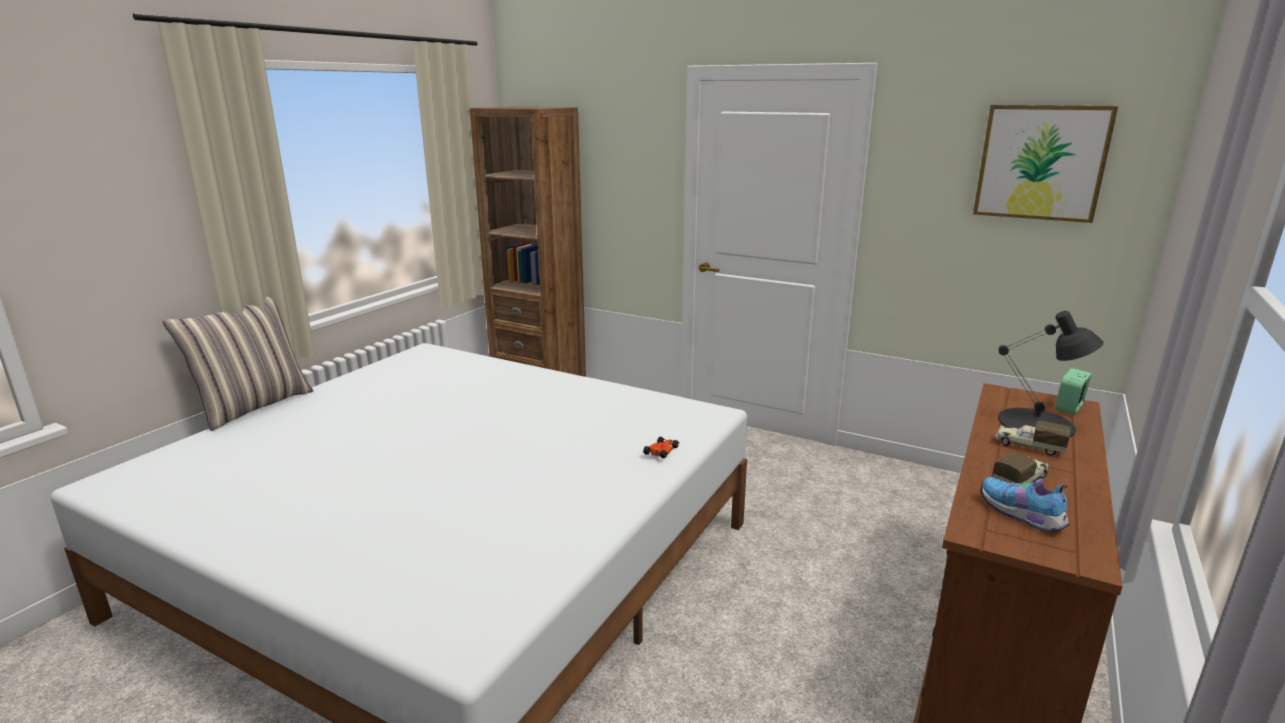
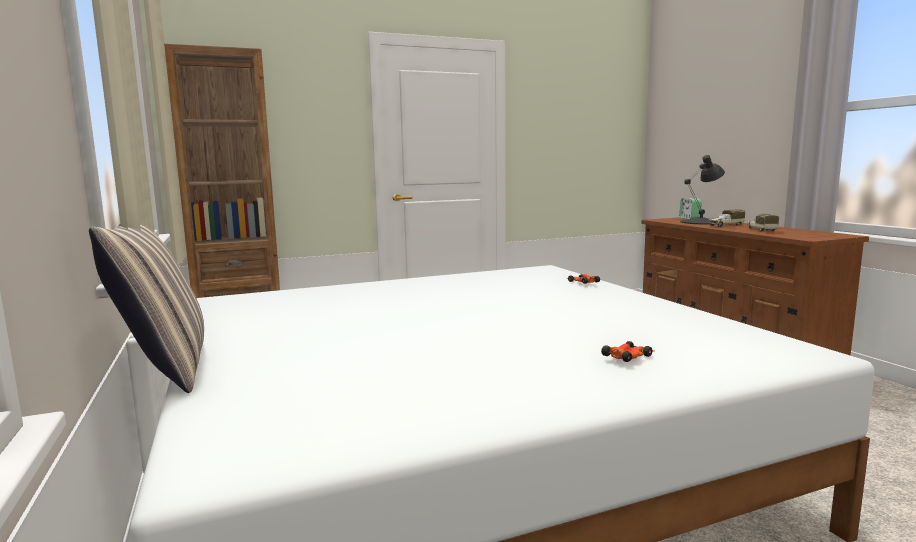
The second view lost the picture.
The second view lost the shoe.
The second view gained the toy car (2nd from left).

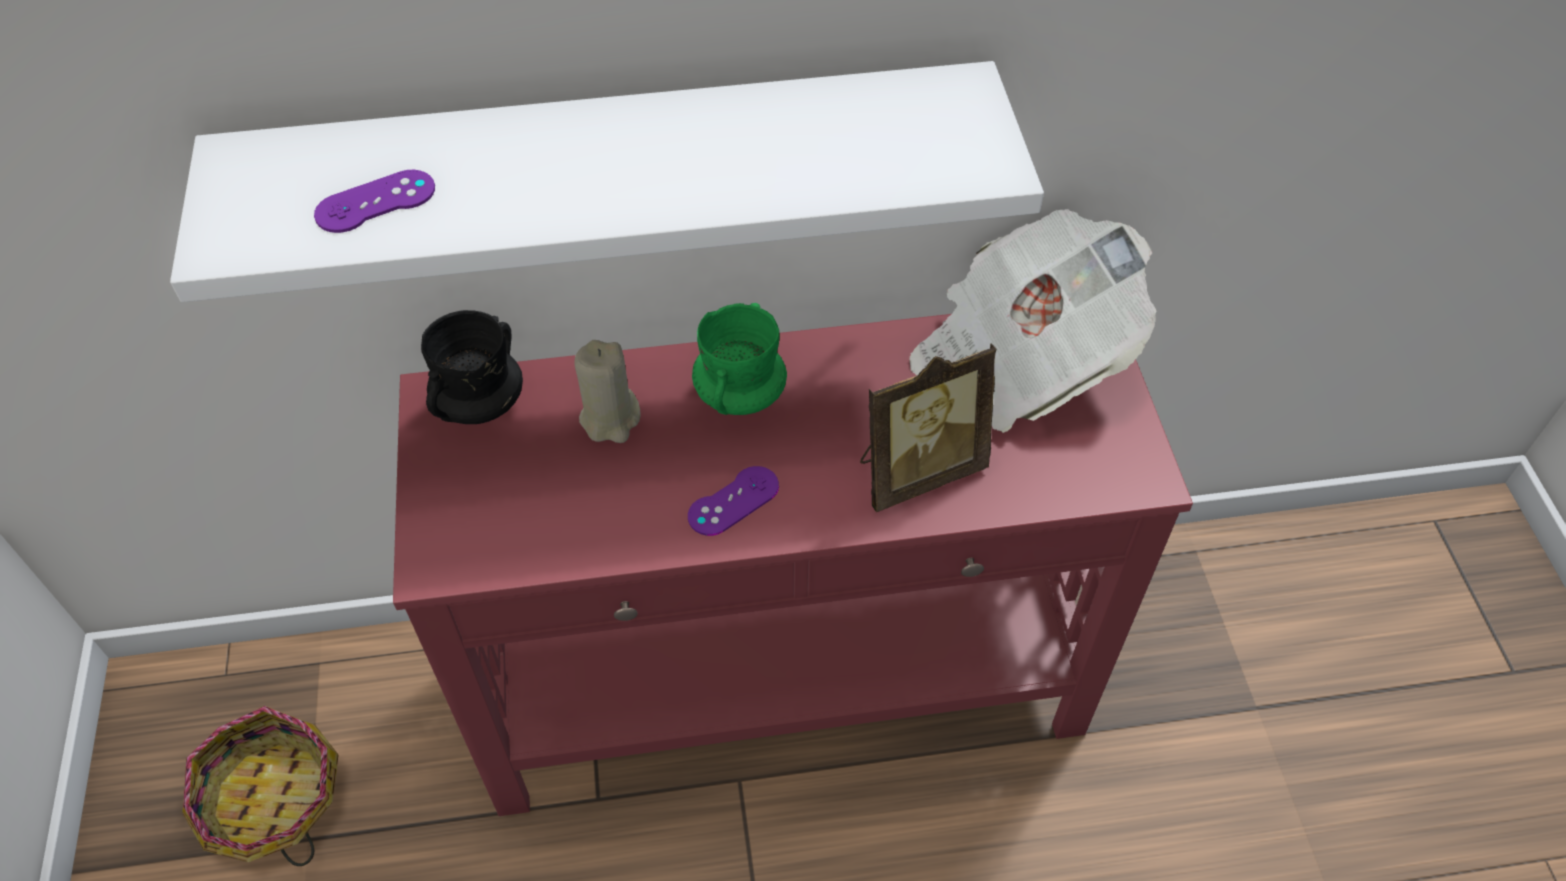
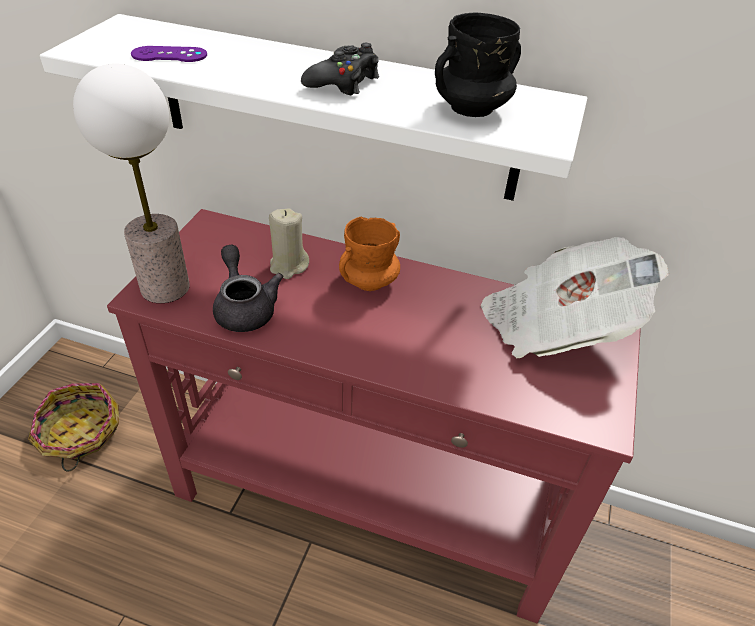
The black mug ended up elsewhere.
The second view lost the purple game controller (2nd from left).
What was the green mug turned into the orange mug.
The second view lost the picture frame.
The second view gained the table lamp.
The second view gained the grey teapot.
The second view gained the black game controller.

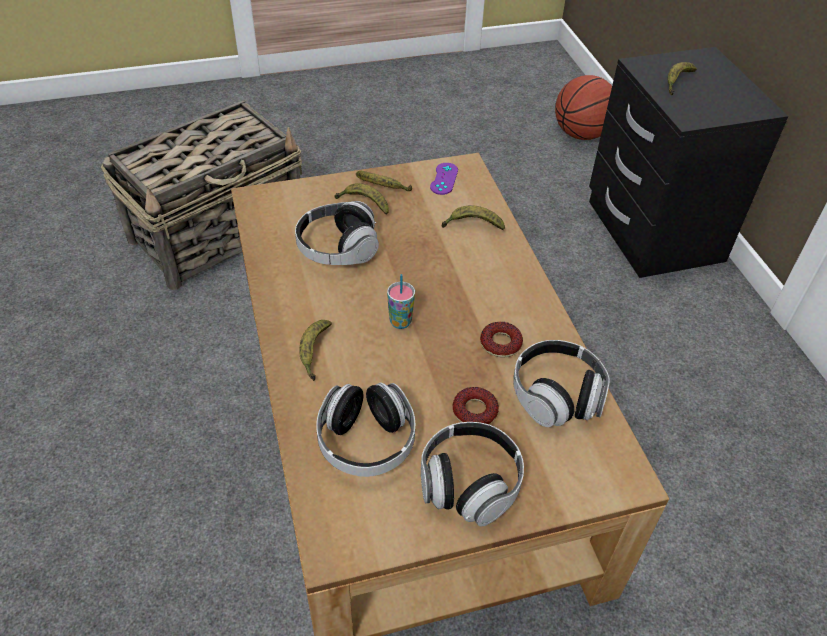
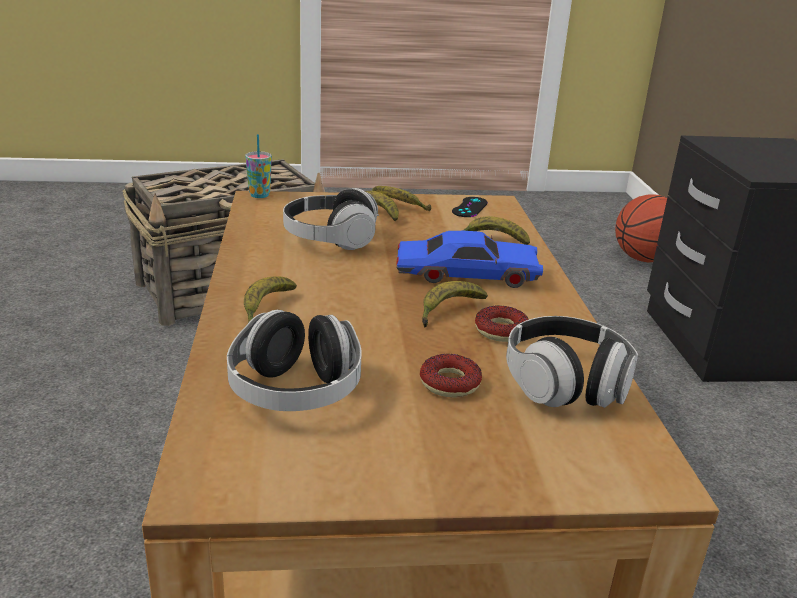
The cup ended up elsewhere.
The second view lost the headphones (3rd from left).
What was the purple game controller turned into the black game controller.
The banana (5th from left in the first image) ended up elsewhere.
The second view gained the blue toy car.

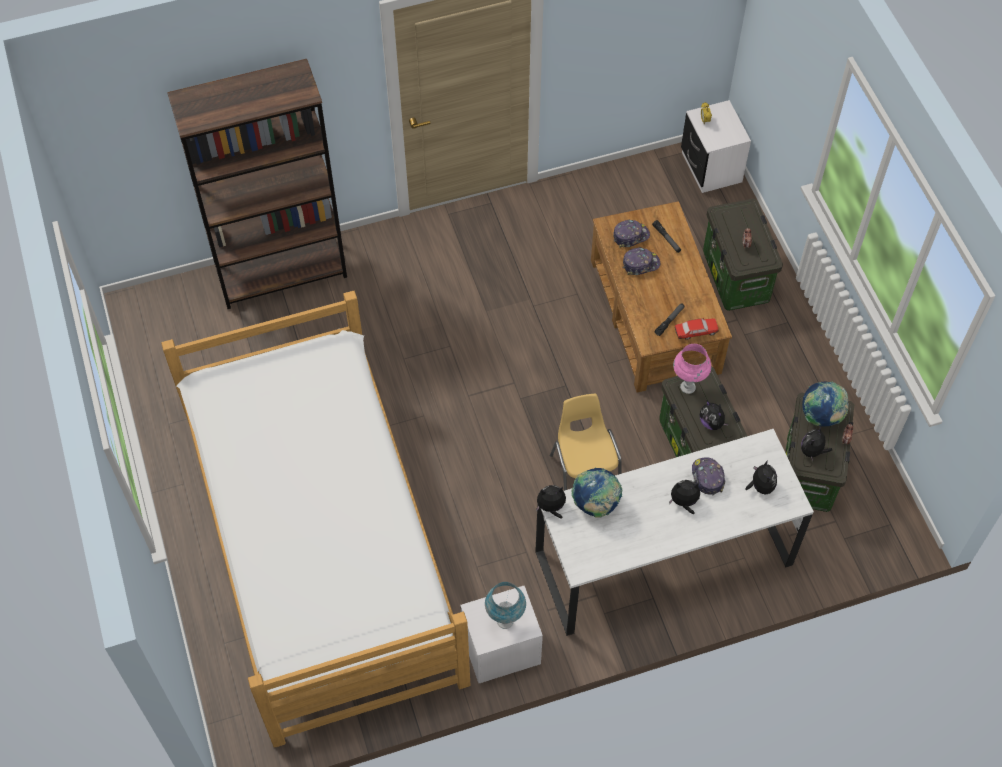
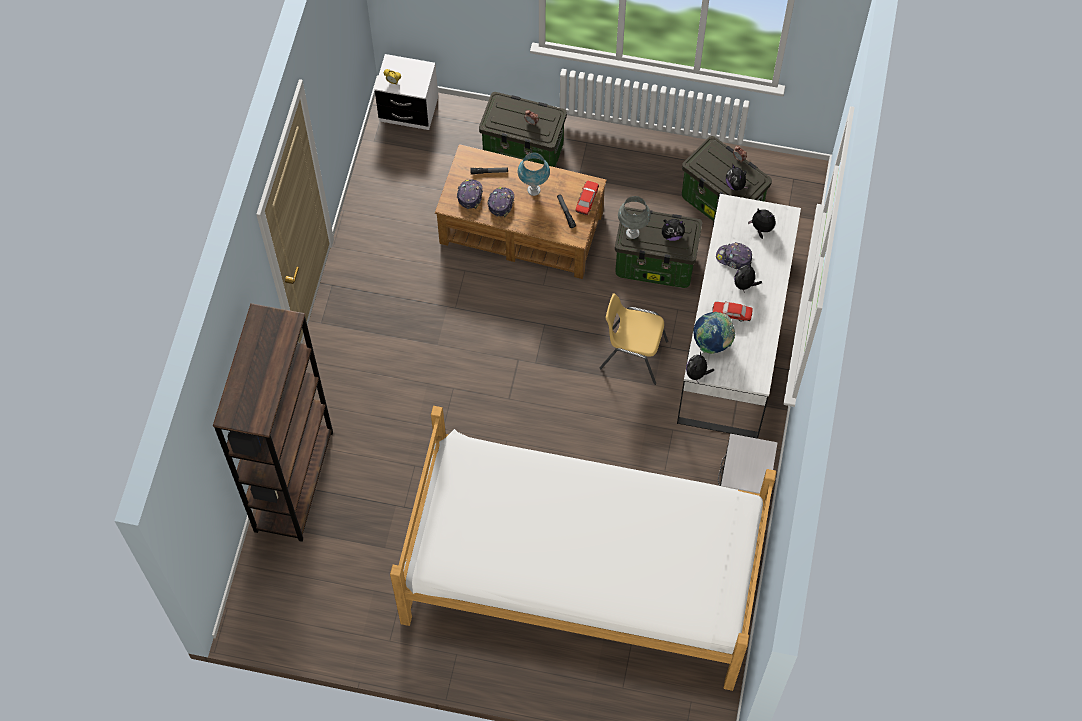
The blue table lamp ended up elsewhere.
What was the pink table lamp turned into the grey table lamp.
The second view lost the globe (2nd from left).
The second view gained the toy car (2nd from left).

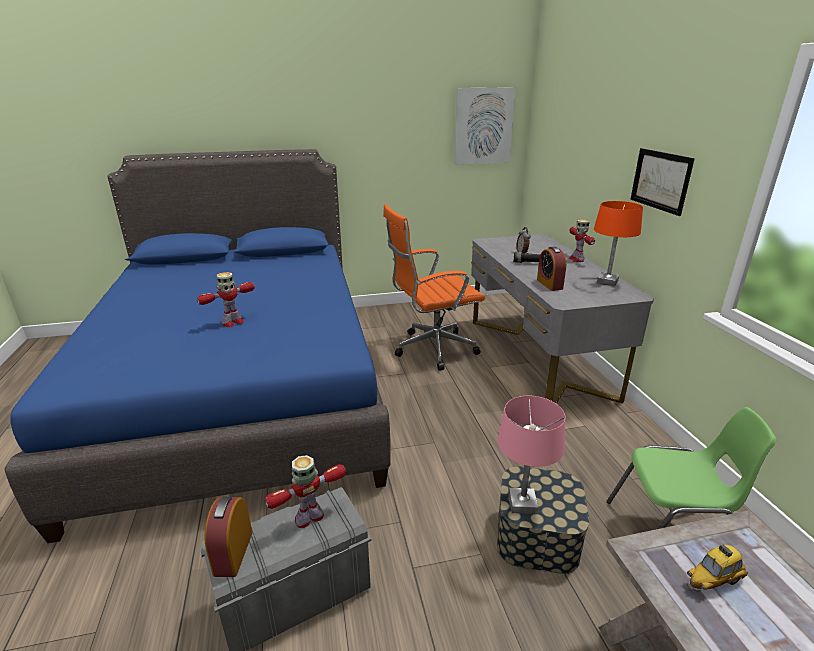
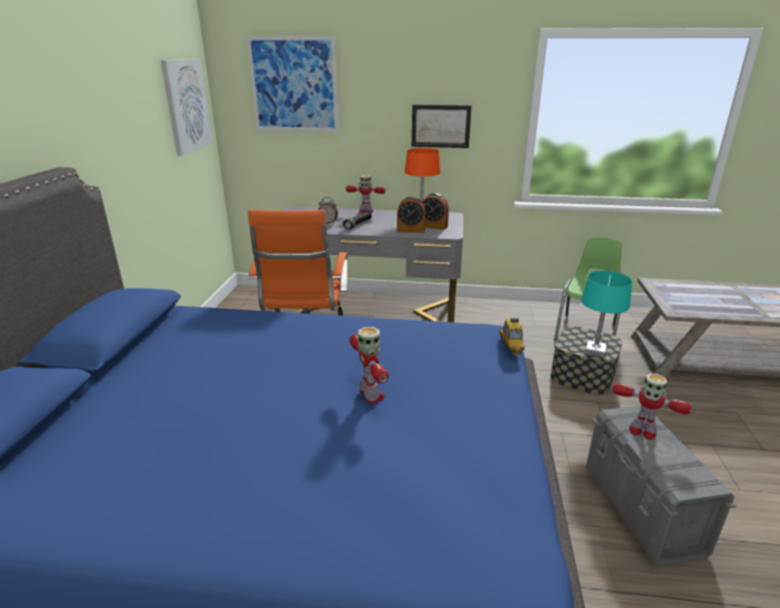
The alarm clock (1st from left in the first image) ended up elsewhere.
The toy robot (2nd from left in the first image) ended up facing another way, 45 degrees counterclockwise from before.
What was the pink table lamp turned into the turquoise table lamp.
The toy car ended up elsewhere.
The second view gained the picture (2nd from left).

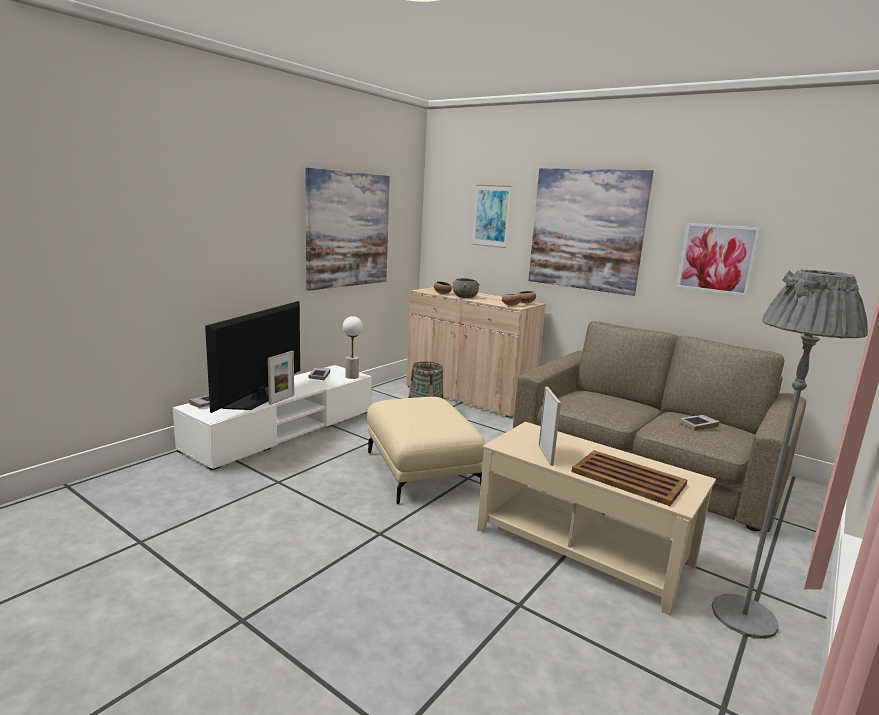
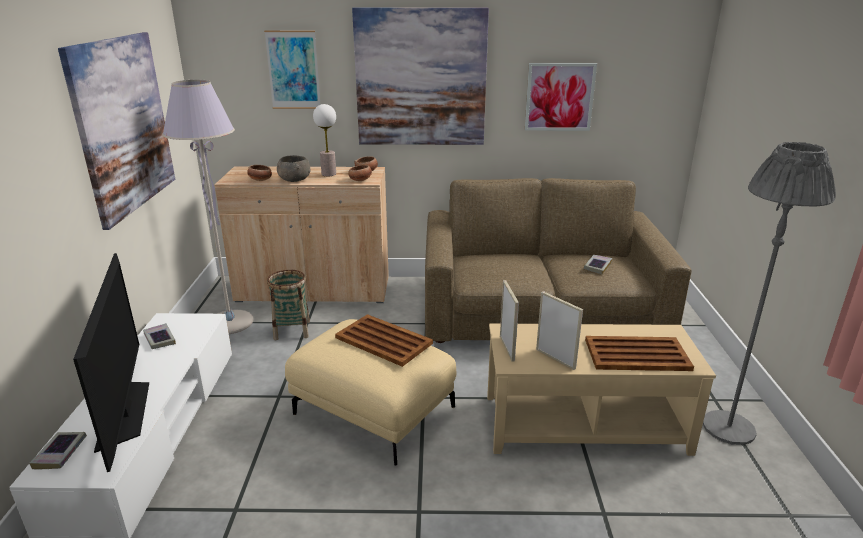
The picture frame (1st from left) ended up elsewhere.
The table lamp ended up elsewhere.
The second view gained the grey floor lamp (1st from left).
The second view gained the brown tray (1st from left).

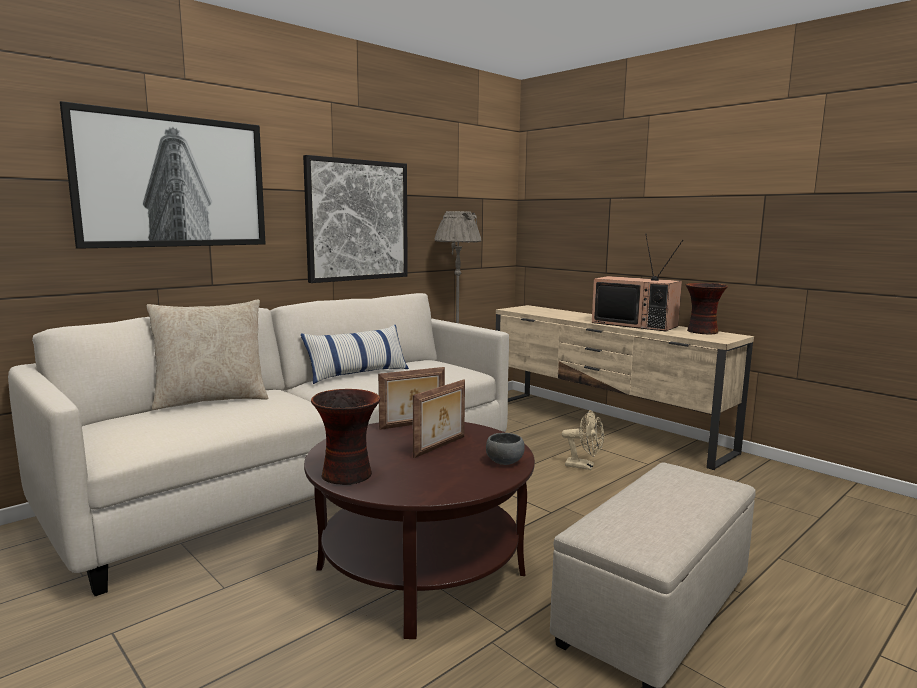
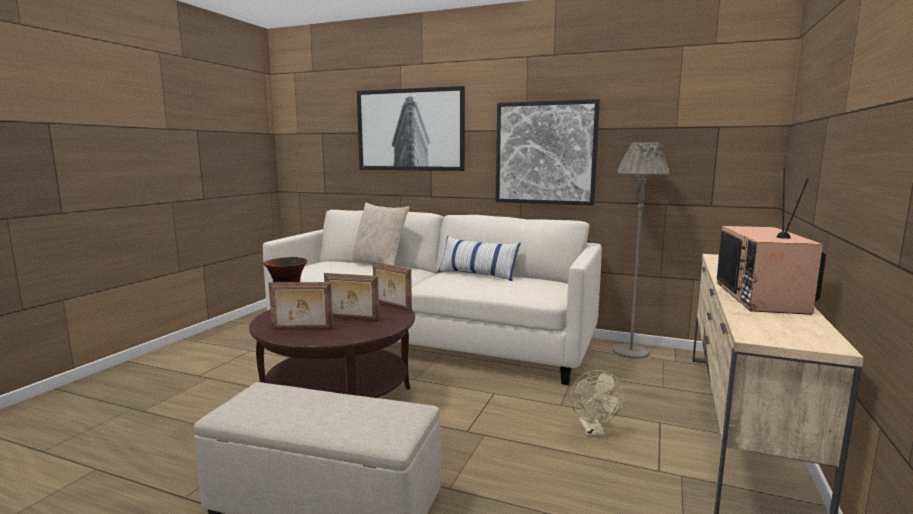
The second view lost the grey bowl.
The second view lost the vase (2nd from left).
The second view gained the picture frame (1st from left).

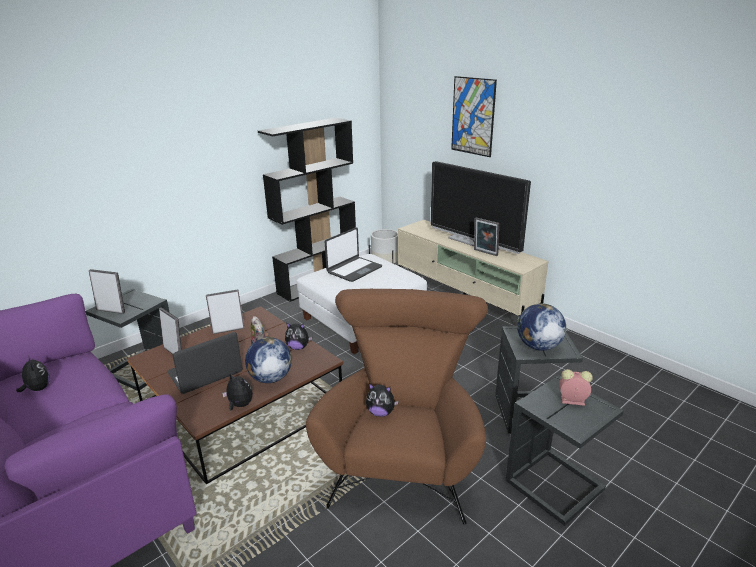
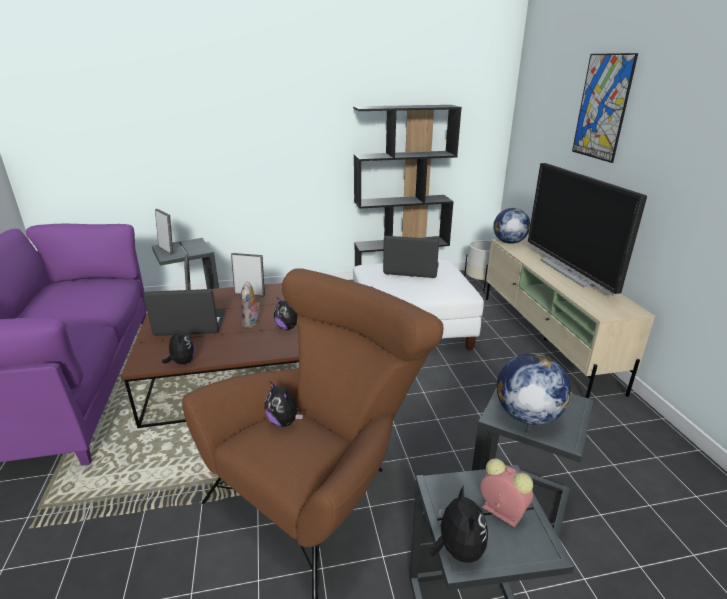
The plush toy (1st from left in the first image) ended up elsewhere.
The globe (1st from left) ended up elsewhere.
The laptop (2nd from left) ended up facing another way, 150 degrees counterclockwise from before.
The second view lost the picture frame (4th from left).

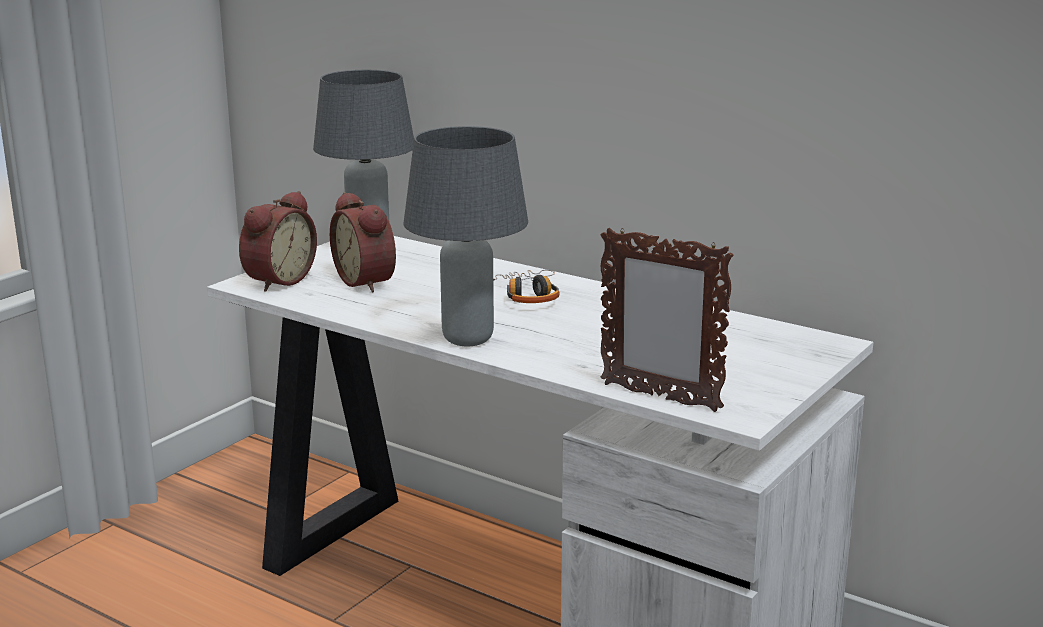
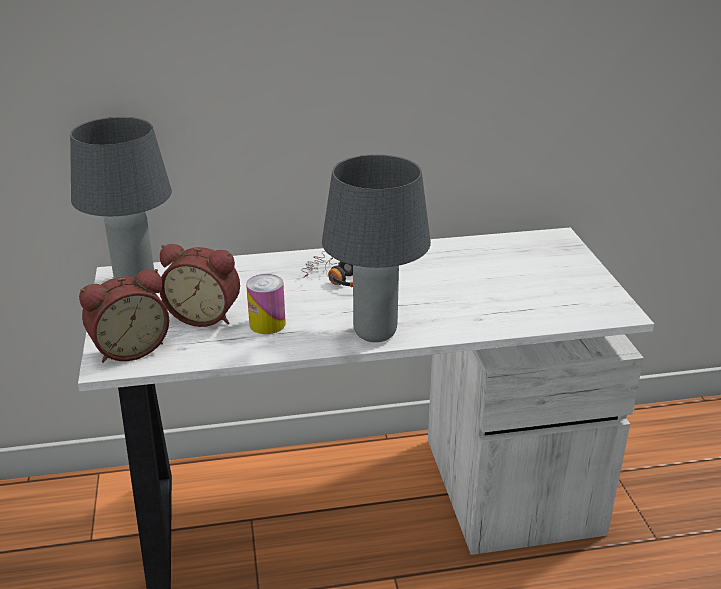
The alarm clock (1st from left) ended up facing another way, 75 degrees clockwise from before.
The second view lost the picture frame.
The second view gained the can.

